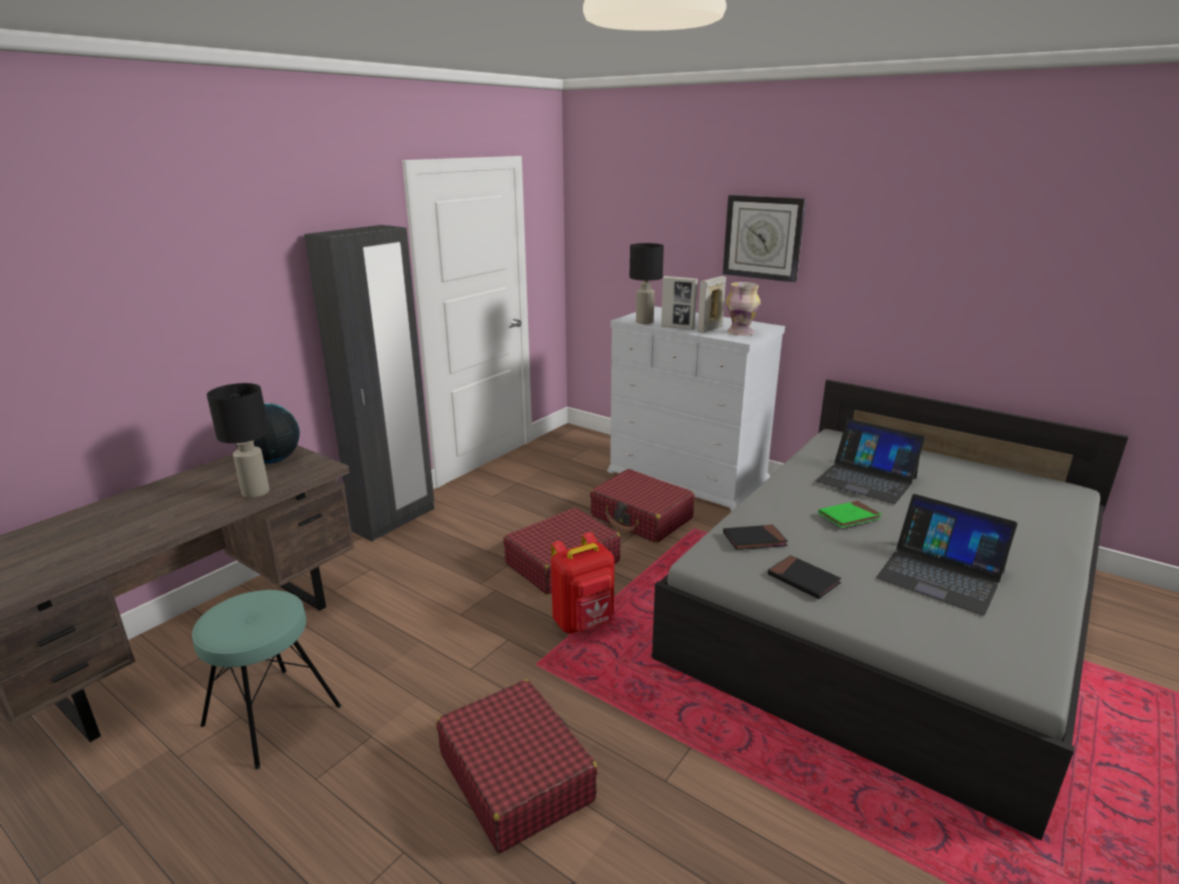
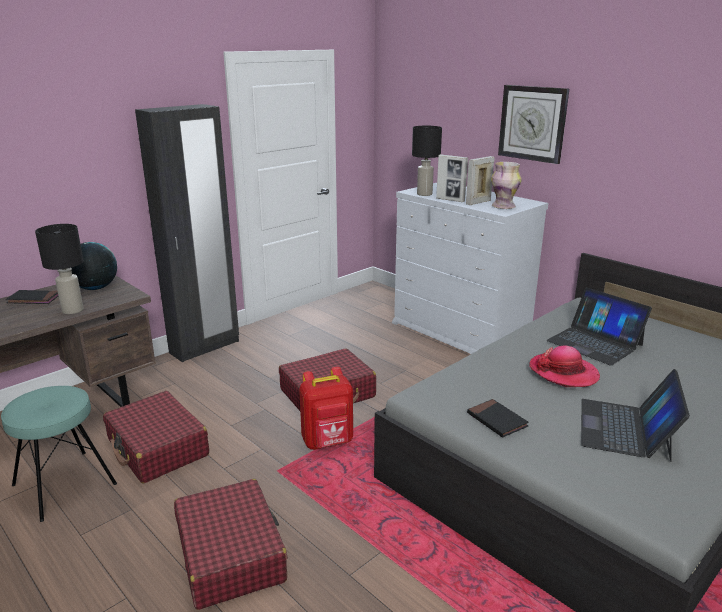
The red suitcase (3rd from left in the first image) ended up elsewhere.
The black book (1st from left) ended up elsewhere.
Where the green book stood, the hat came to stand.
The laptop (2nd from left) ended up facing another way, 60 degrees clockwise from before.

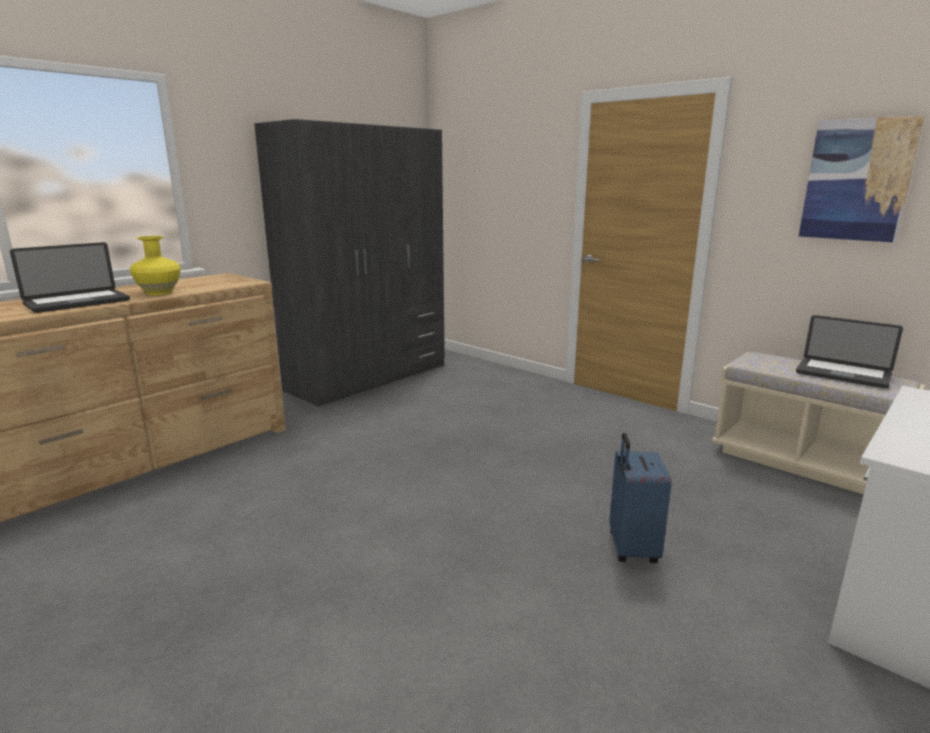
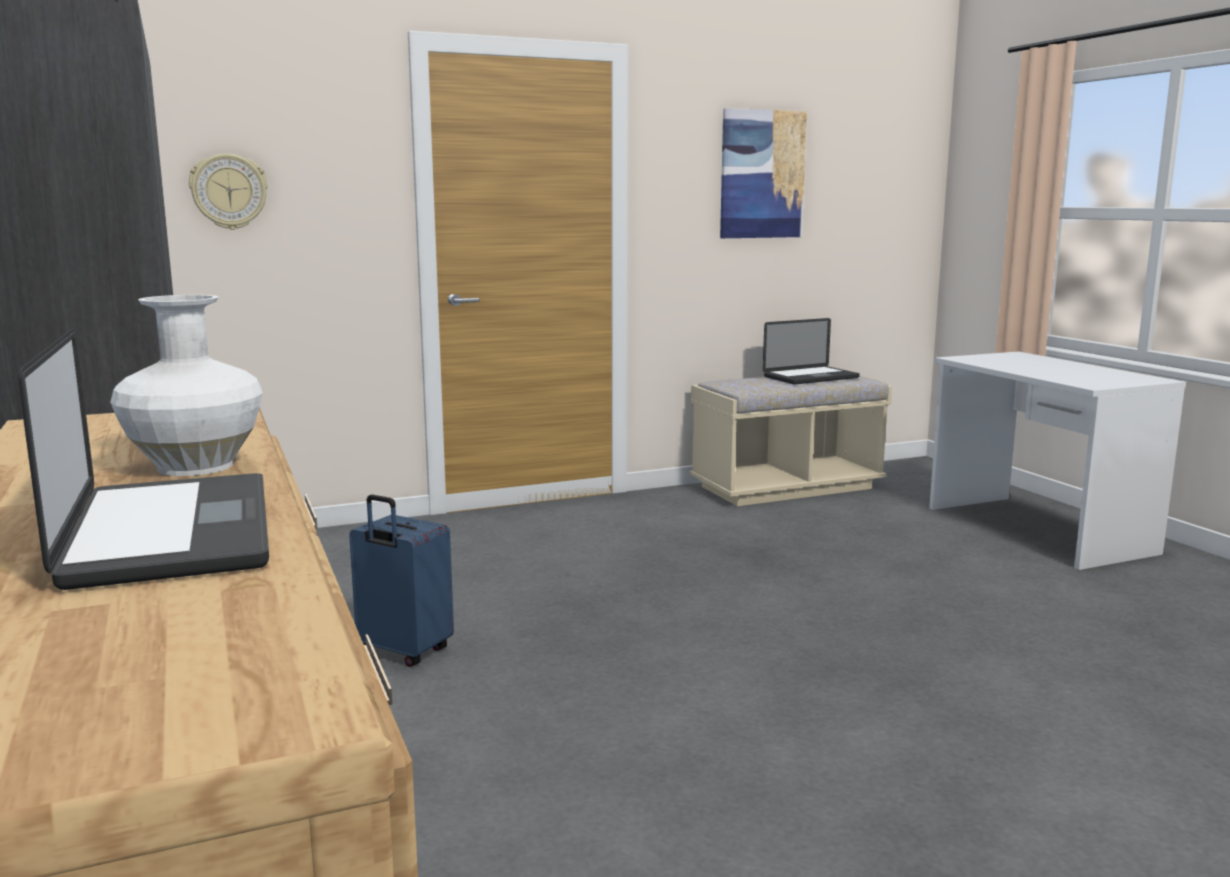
What was the yellow vase turned into the white vase.
The blue suitcase ended up elsewhere.
The second view gained the wall clock.

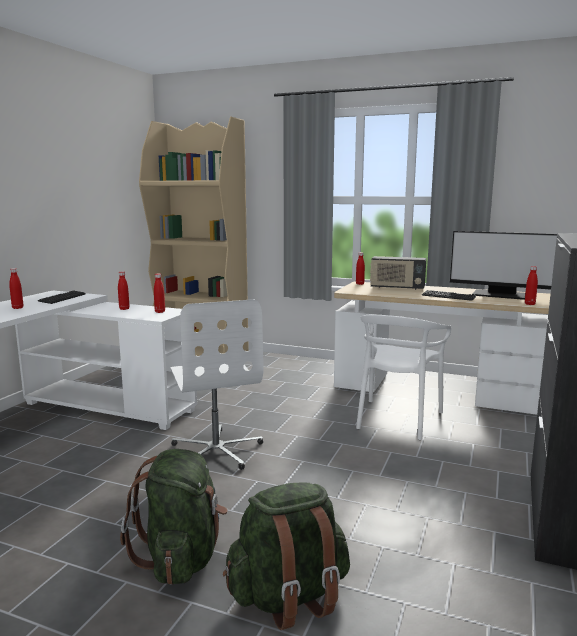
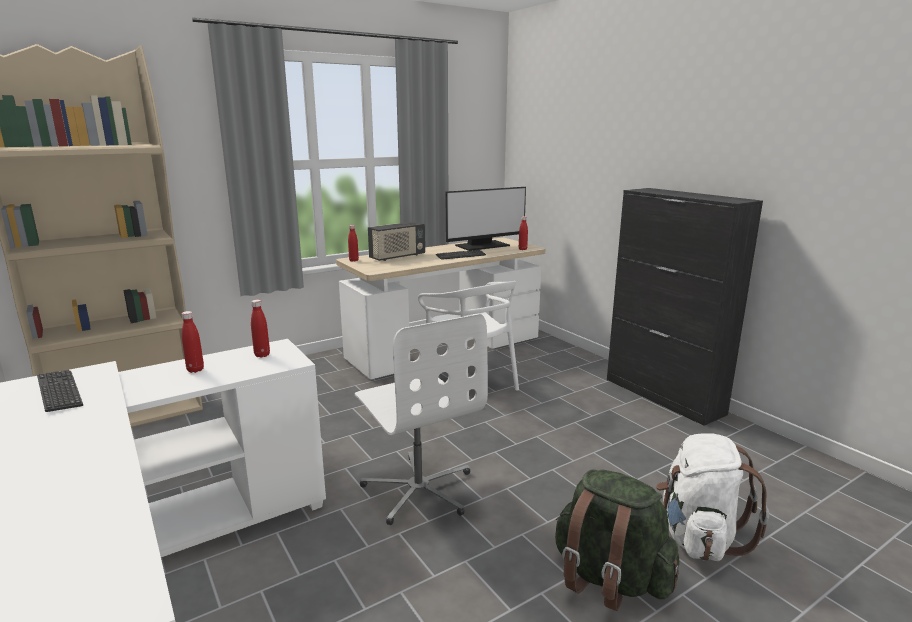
The second view lost the red bottle (1st from left).
The white office chair ended up facing another way, 45 degrees clockwise from before.
What was the green backpack (2nd from left) turned into the white backpack.

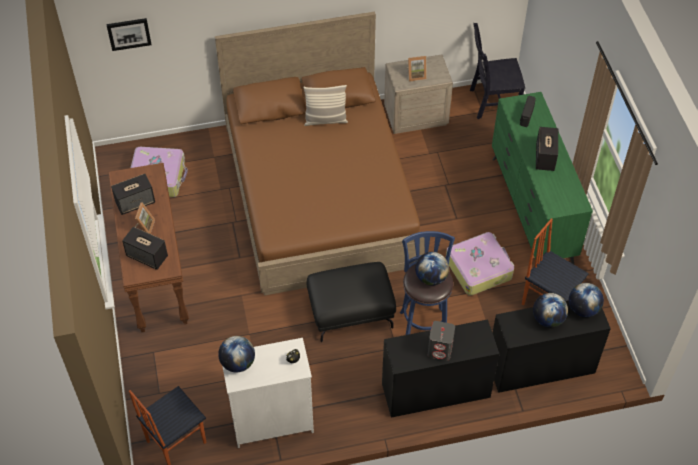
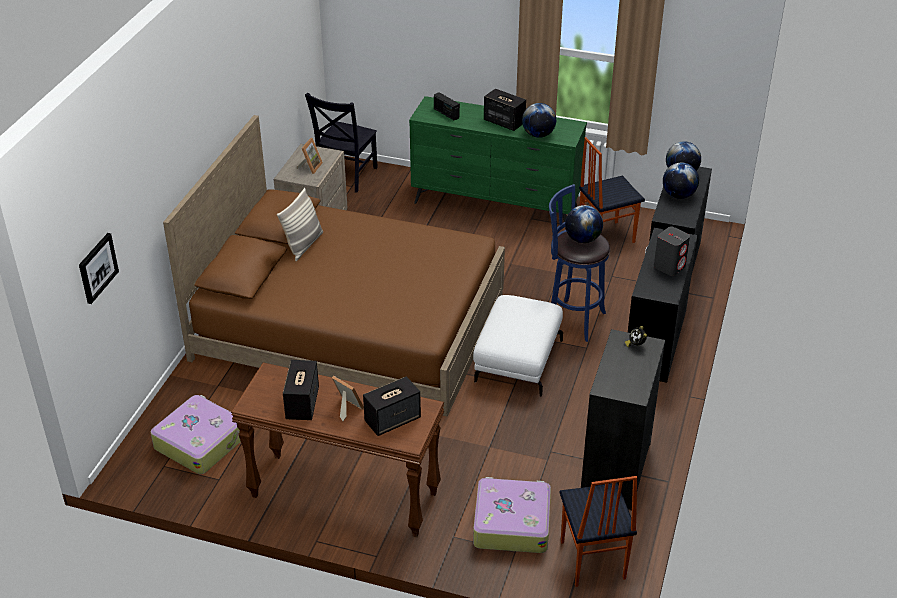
The globe (1st from left) ended up elsewhere.
What was the white dresser turned into the black dresser.
What was the black ottoman turned into the white ottoman.
The suitcase (2nd from left) ended up elsewhere.

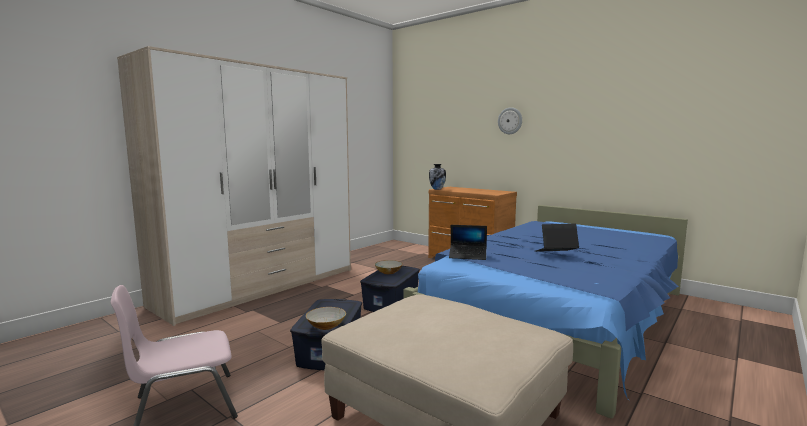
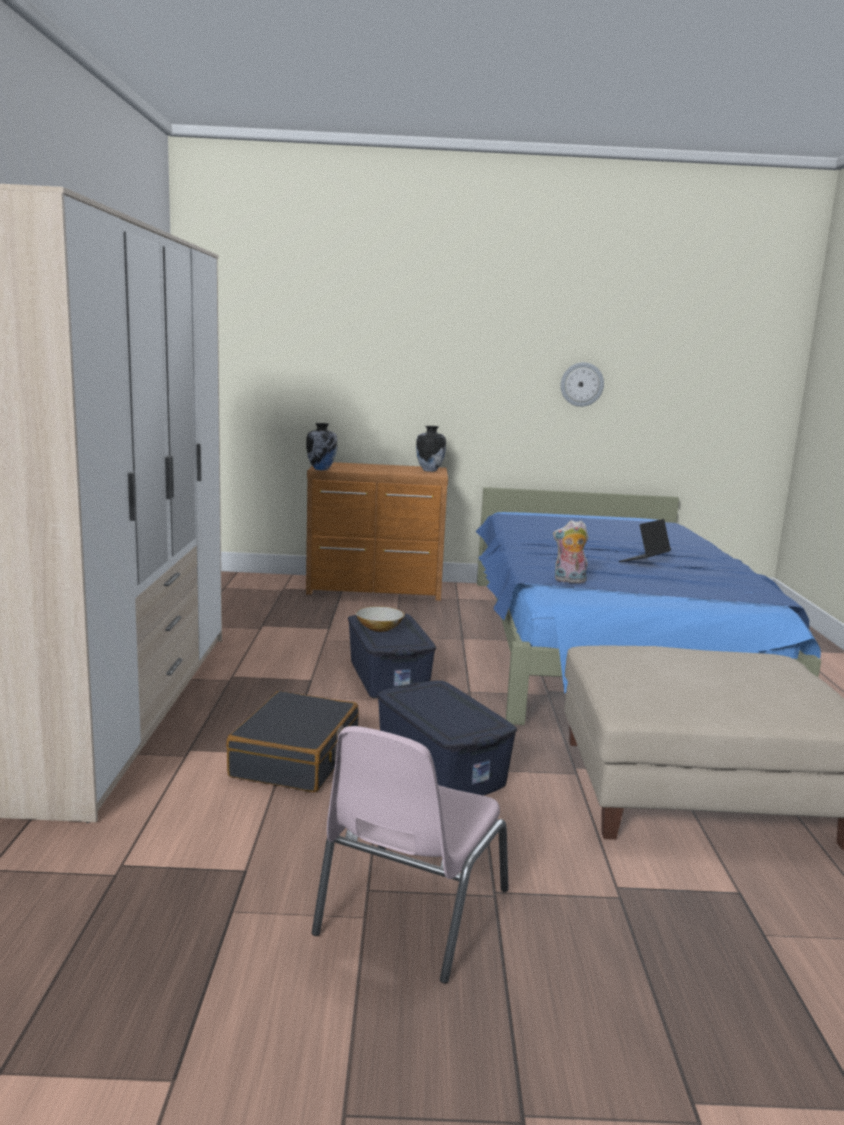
The second view lost the bowl (1st from left).
Where the laptop (1st from left) stood, the plush toy came to stand.
The wall clock ended up elsewhere.
The second view gained the black suitcase.
The second view gained the vase (2nd from left).

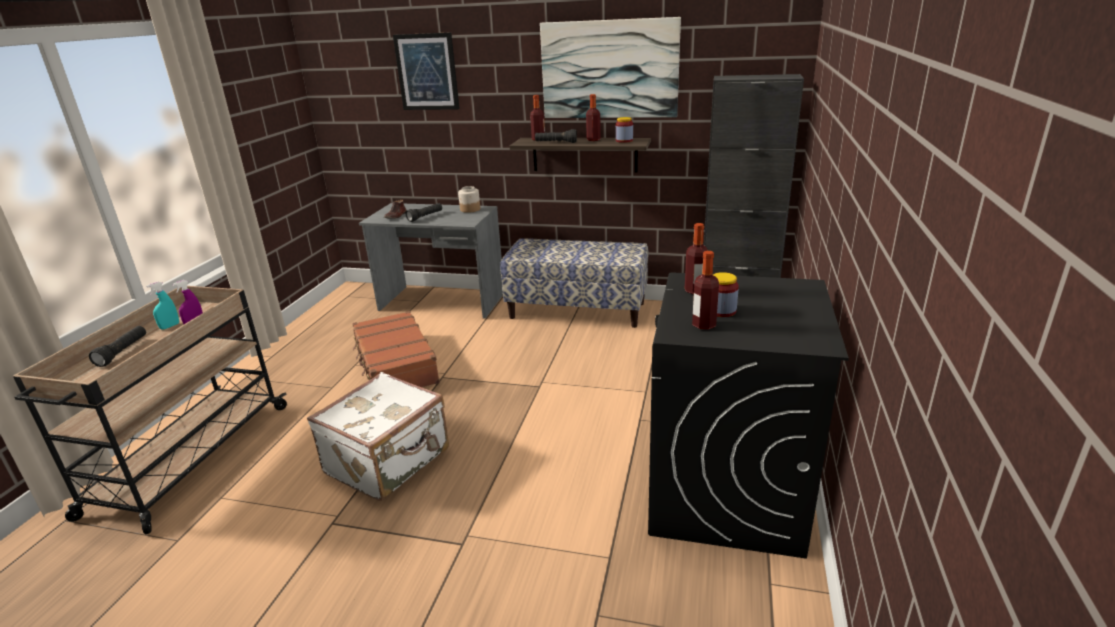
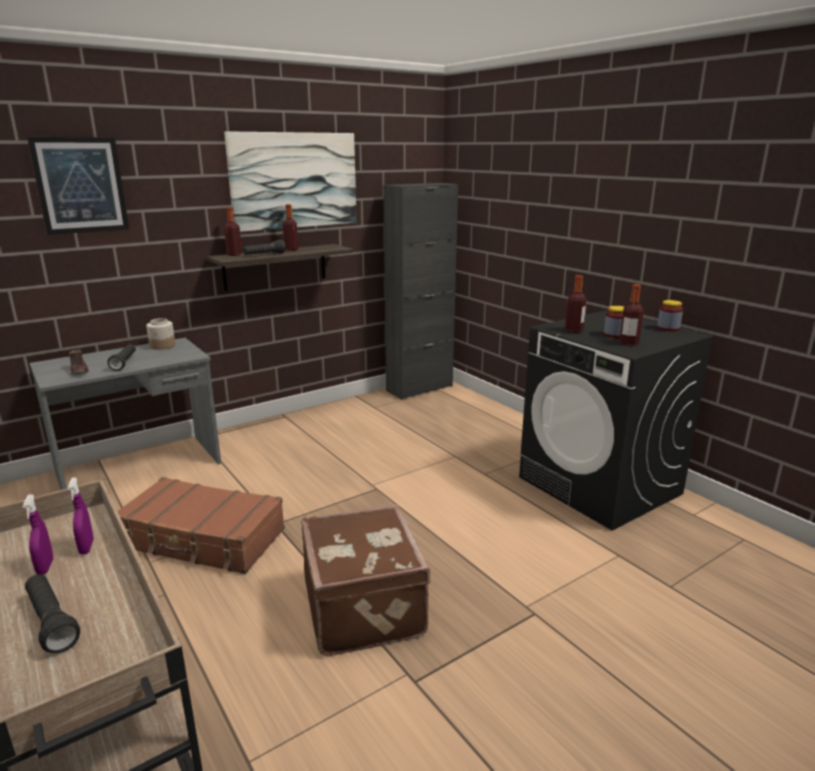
What was the turquoise spray bottle turned into the purple spray bottle (1st from left).
What was the white suitcase turned into the brown suitcase (2nd from left).
The second view lost the bench.
The jar (2nd from left in the first image) ended up elsewhere.

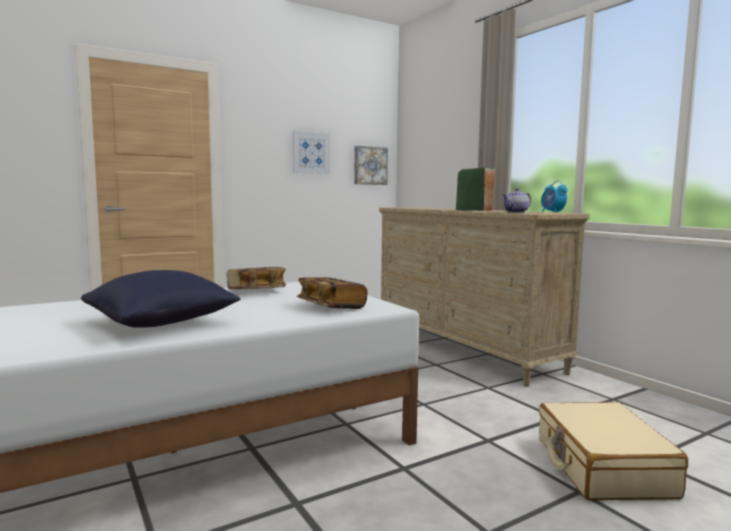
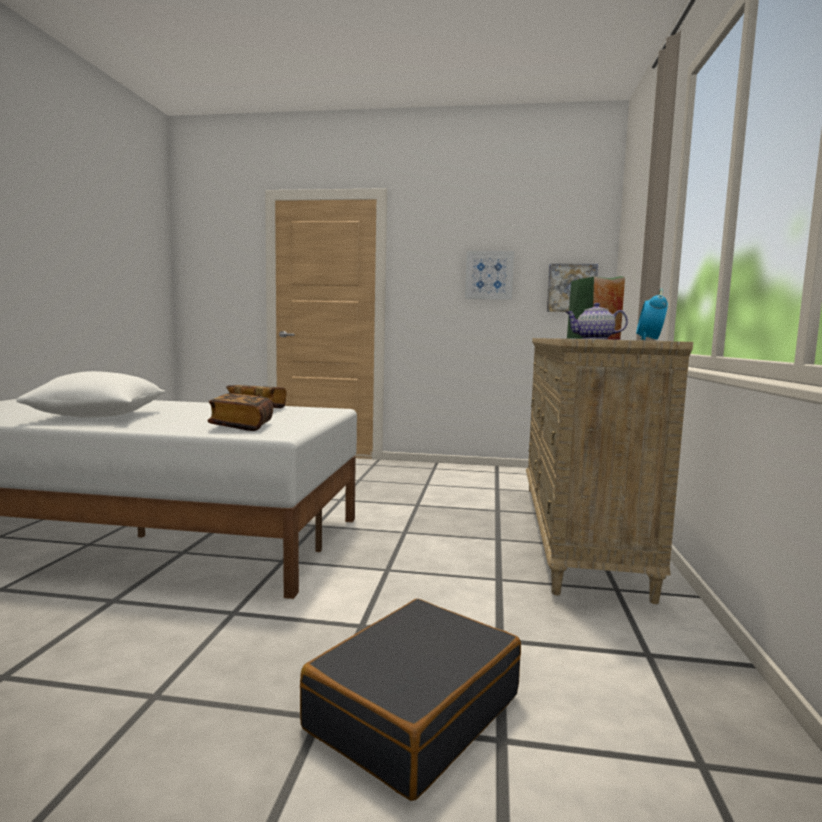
What was the blue pillow turned into the white pillow.
What was the beige suitcase turned into the black suitcase.

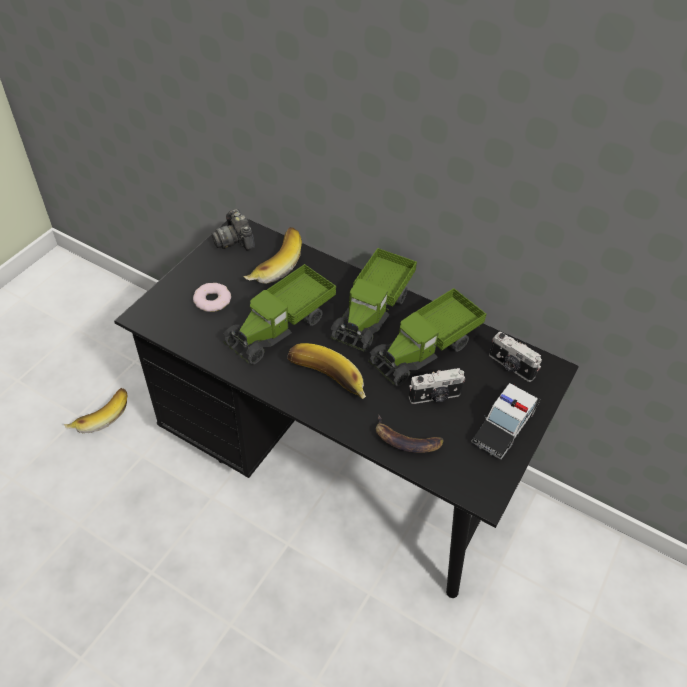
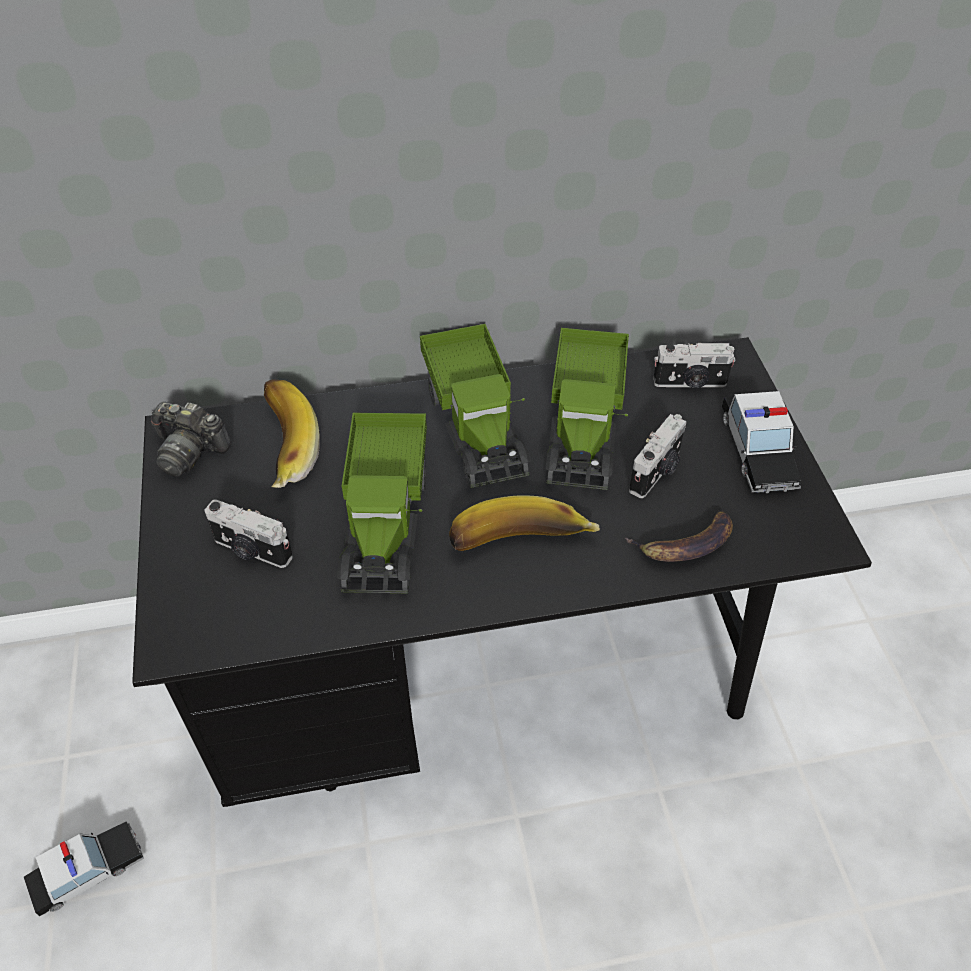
Where the banana (1st from left) stood, the toy car (1st from left) came to stand.
Where the donut stood, the photo camera (2nd from left) came to stand.

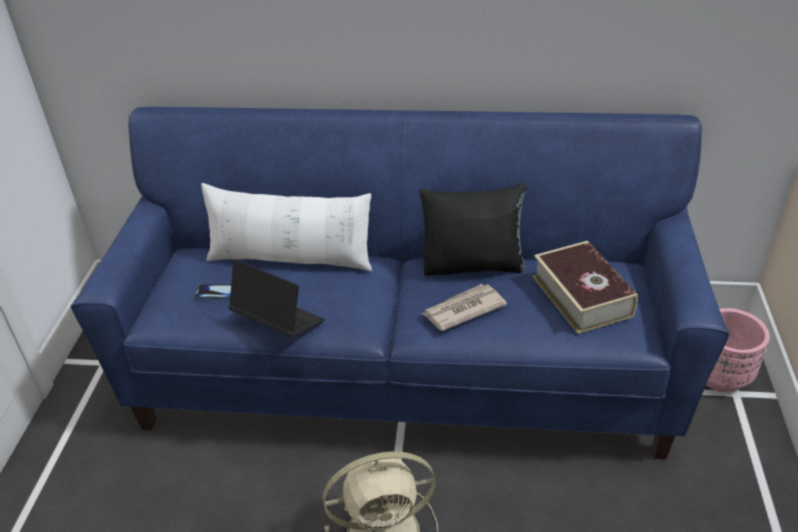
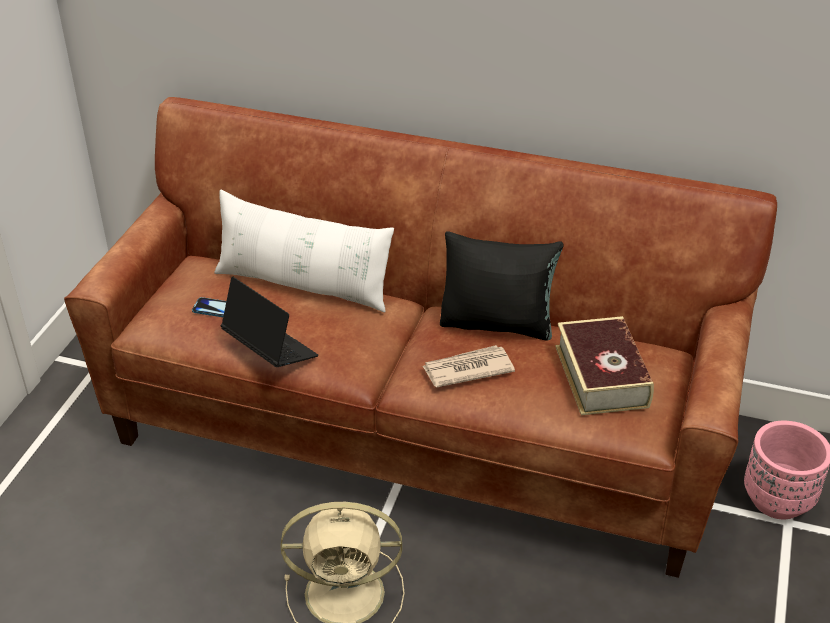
What was the blue sofa turned into the brown sofa.

